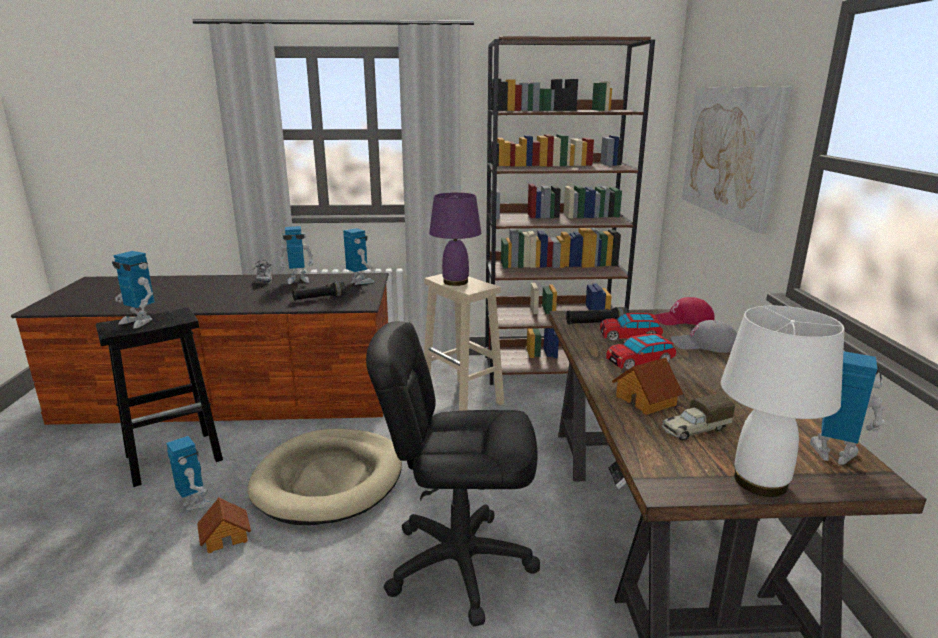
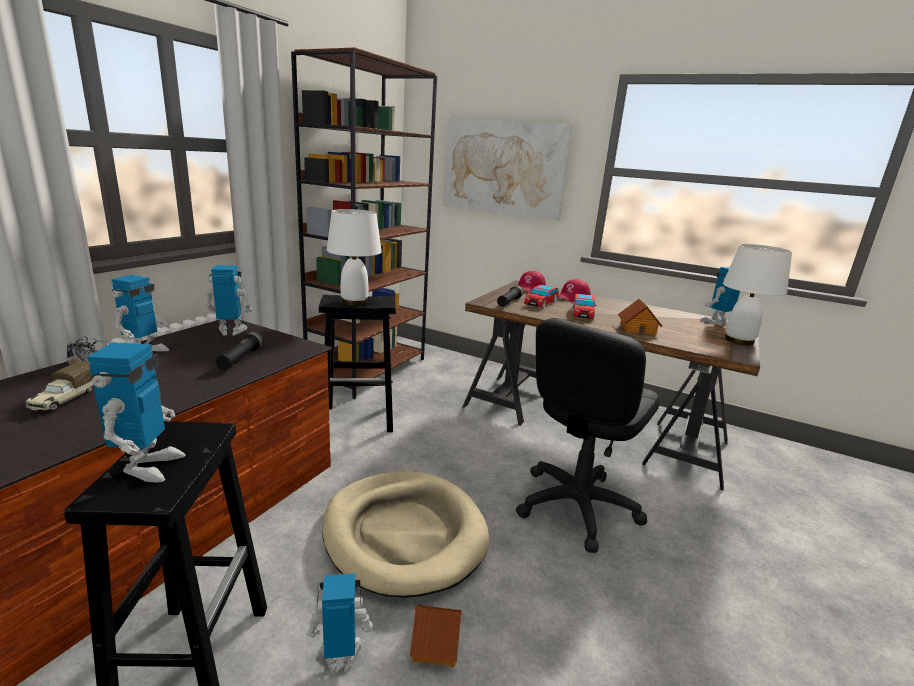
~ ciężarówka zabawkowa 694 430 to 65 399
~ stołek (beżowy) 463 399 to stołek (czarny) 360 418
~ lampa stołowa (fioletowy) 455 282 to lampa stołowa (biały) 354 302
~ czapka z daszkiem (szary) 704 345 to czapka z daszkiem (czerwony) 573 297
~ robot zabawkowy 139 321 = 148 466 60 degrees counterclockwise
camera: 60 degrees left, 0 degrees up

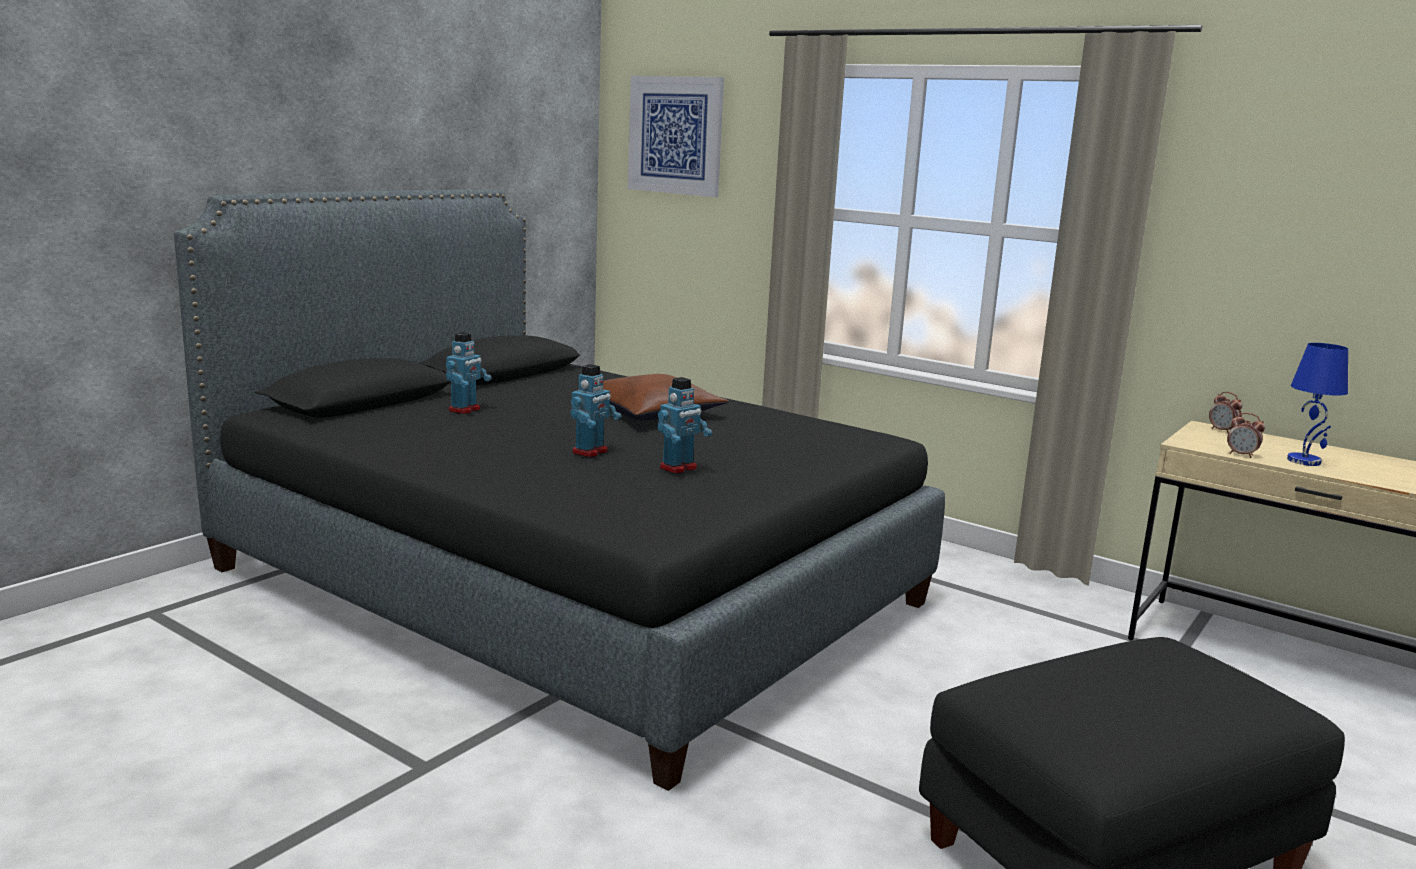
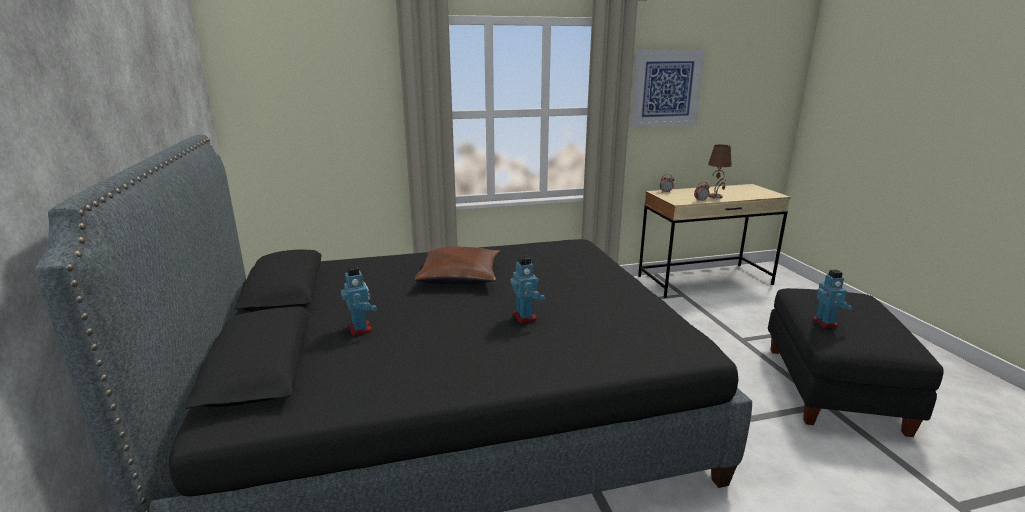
~ obraz 675 135 to 666 88
~ robot zabawkowy 679 468 to 825 323
~ lampa stołowa (niebieski) 1305 461 to lampa stołowa (brązowy) 715 196
camera: 50 degrees left, 5 degrees up

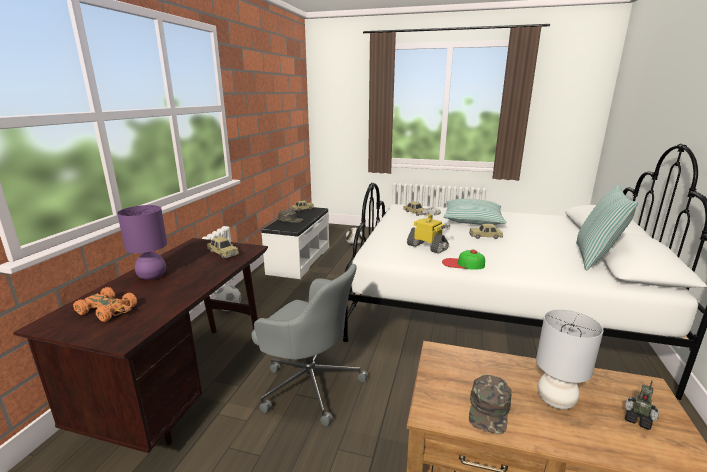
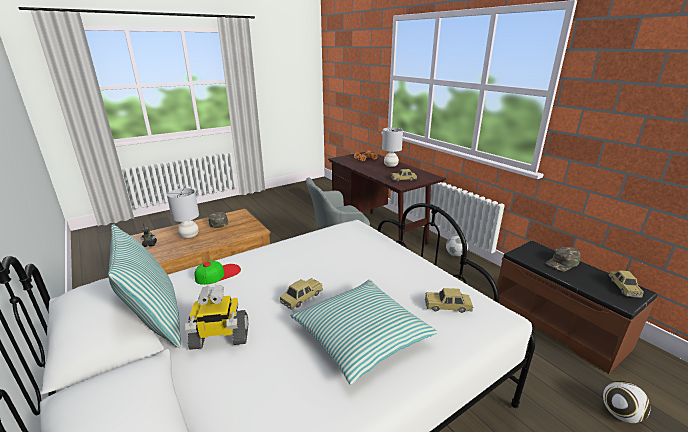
~ robot zabawkowy 428 247 to 219 338
~ czapka z daszkiem 463 264 to 218 274
~ lampa stołowa (fioletowy) 151 276 to lampa stołowa (szary) 391 165
~ ławka (biały) 299 260 to ławka (brązowy) 558 324
camera: 130 degrees right, 5 degrees up

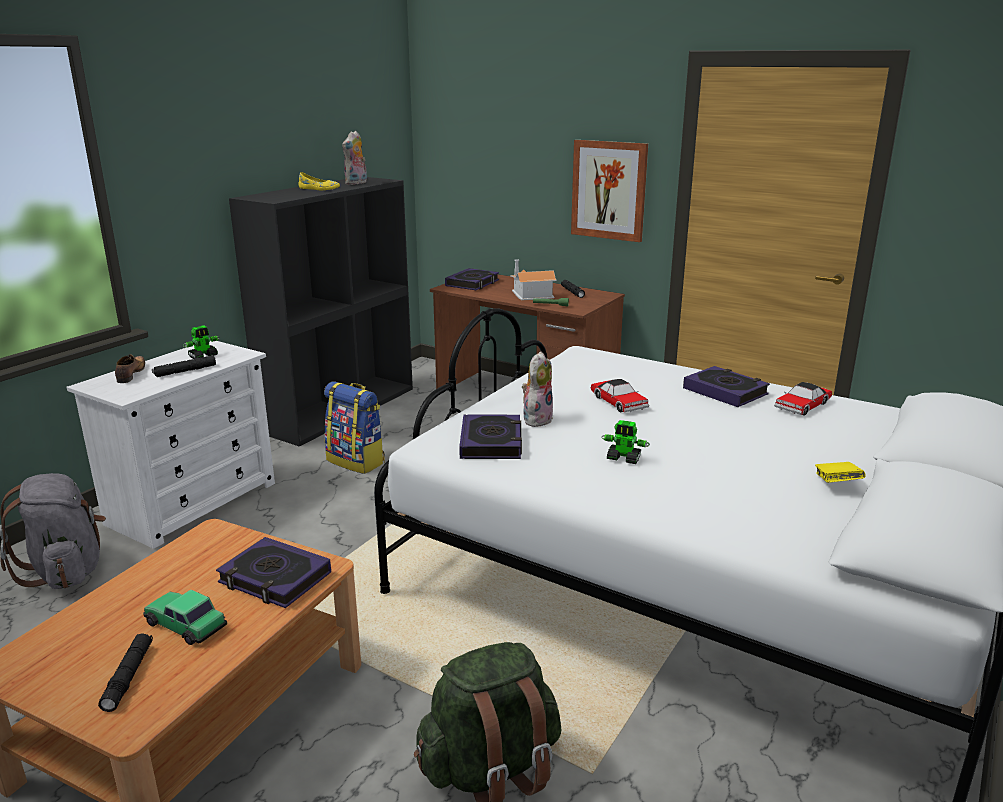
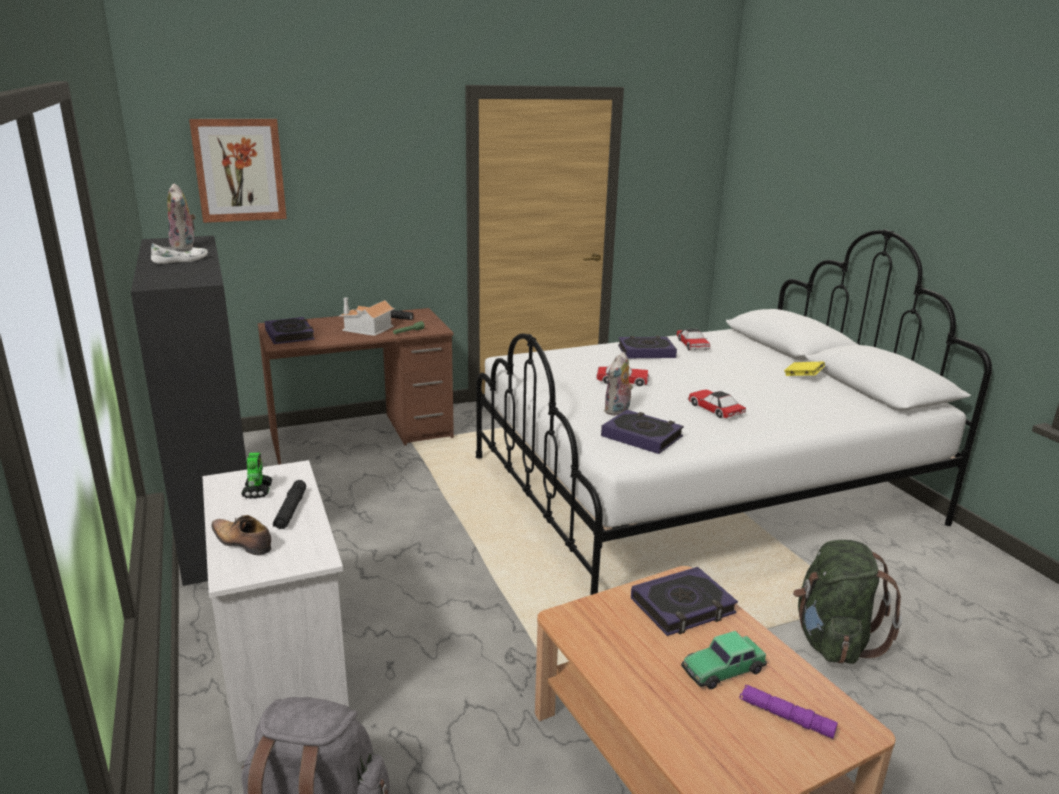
- plecak 357 461
~ obraz 609 190 to 239 170
~ robot zabawkowy 624 459 to samochodzik 715 409
~ latarka (czarny) 128 677 to latarka (fioletowy) 786 717
~ but (żółty) 319 189 to but (biały) 181 260
~ pluszak 536 419 = 618 411 120 degrees counterclockwise
camera: 55 degrees left, 0 degrees up

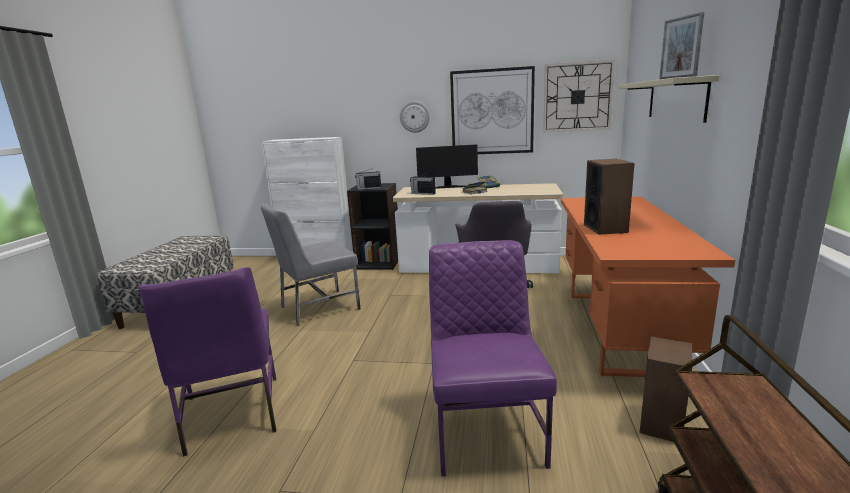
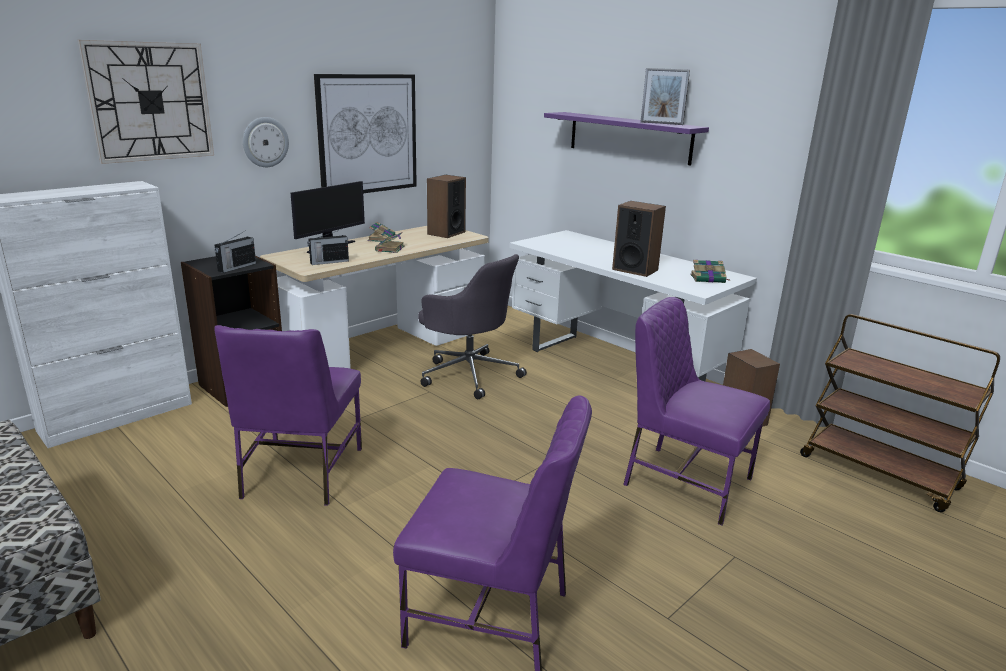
+ głośnik 446 233
+ książka 708 279
~ zegar ścienny 577 97 to 150 102
~ krzesło (szary) 318 308 to krzesło (fioletowy) 300 473
~ biurko (pomarańczowy) 617 330 to biurko (biały) 615 367
~ półka (beżowy) 675 99 to półka (fioletowy) 629 137
camera: 55 degrees left, 5 degrees up

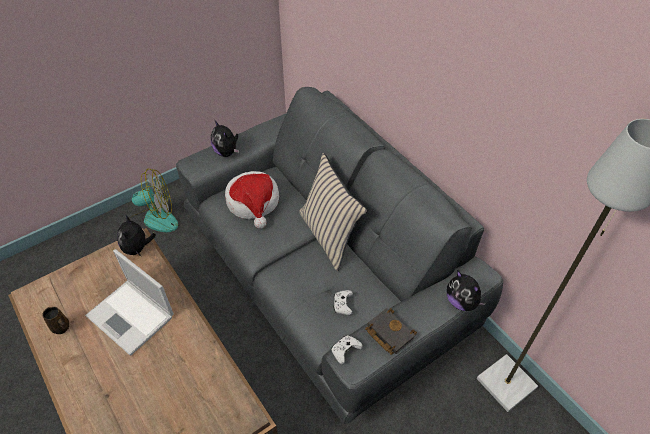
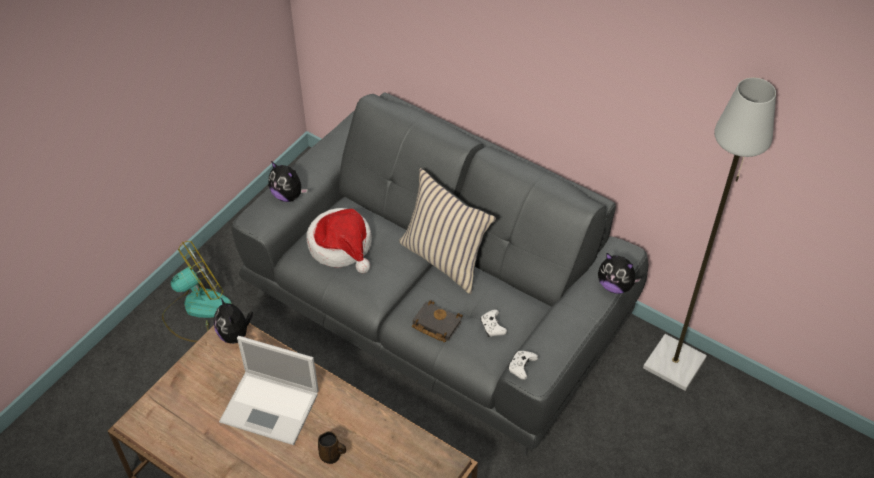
~ kubek (brązowy) 61 328 to 331 456
~ książka (czarny) 388 333 to 435 324
camera: 20 degrees left, 0 degrees up

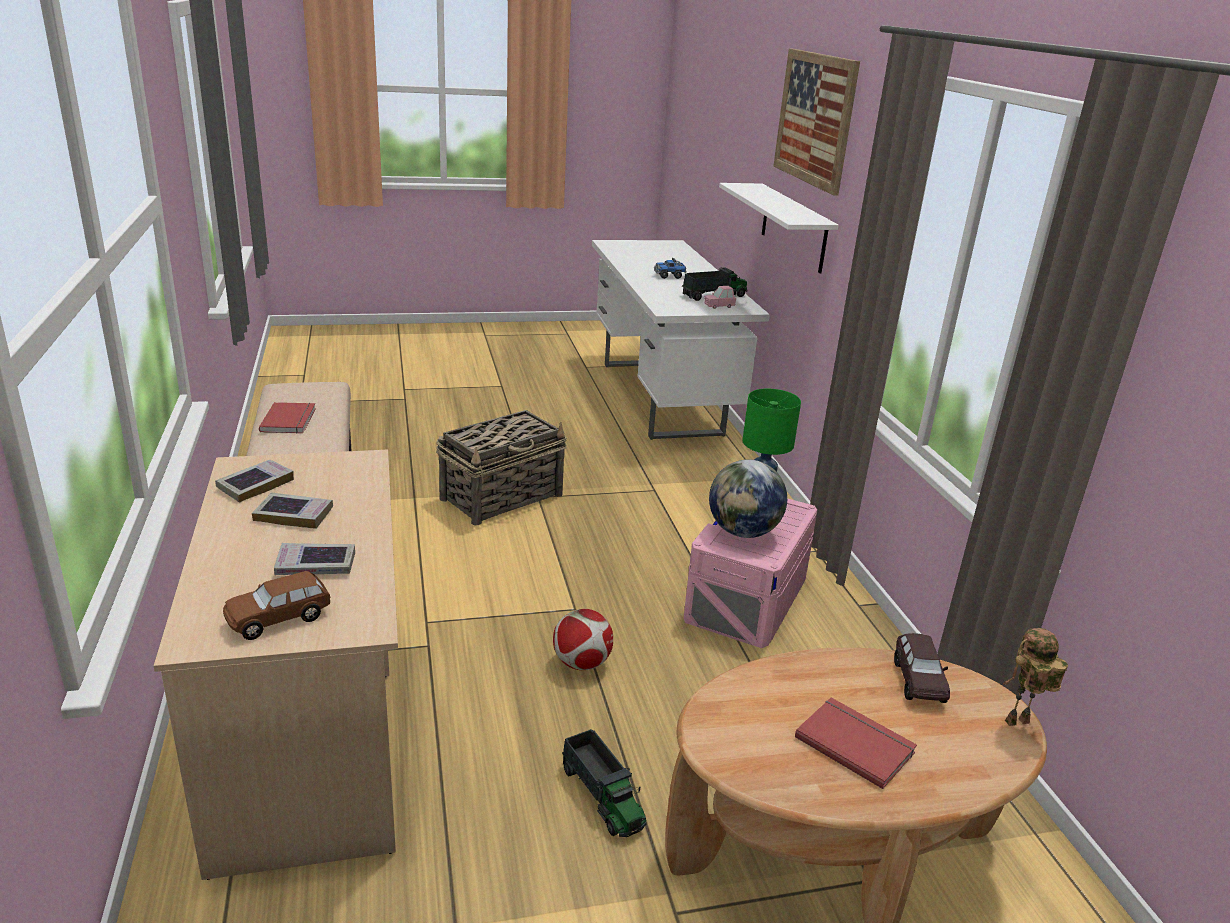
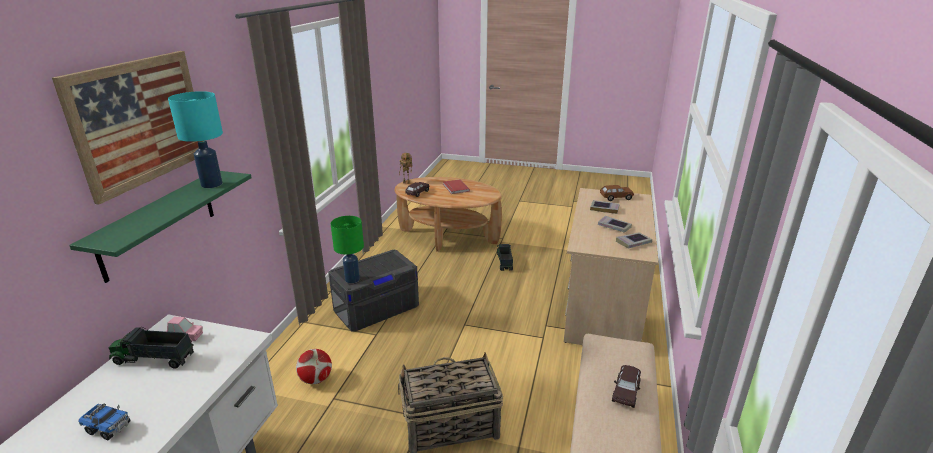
- globus 743 532
+ lampa stołowa (turkusowy) 212 184
~ piłka futbolowa 582 663 to 316 379
~ książka (czerwony) 290 420 to samochodzik (brązowy) 626 392
~ pojemnik do przechowywania (różowy) 746 598 to pojemnik do przechowywania (szary) 376 307
~ półka (biały) 793 227 to półka (zielony) 158 224
camera: 150 degrees left, 0 degrees up

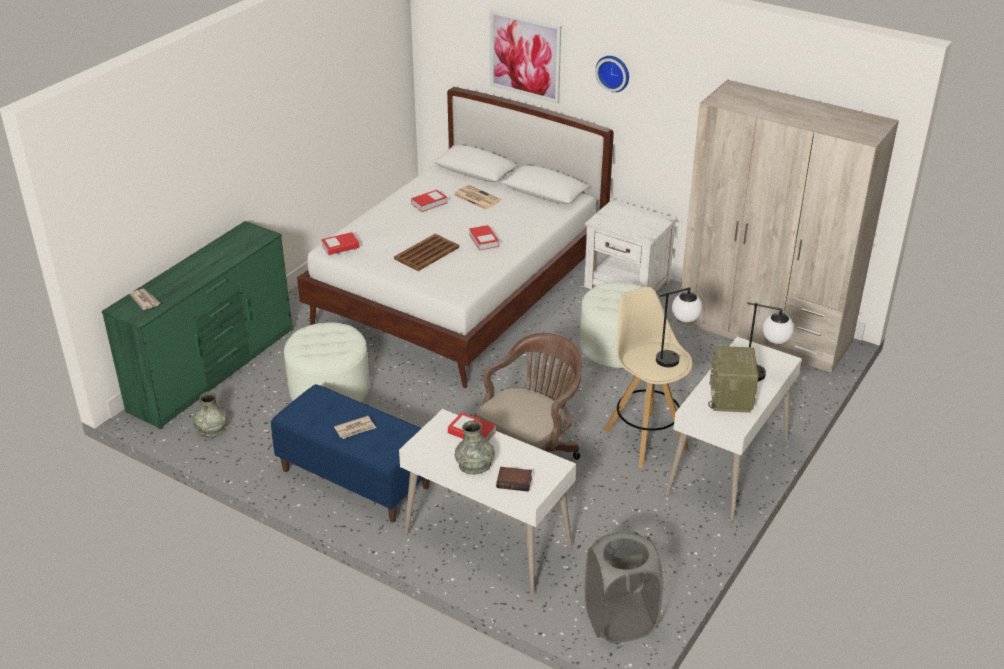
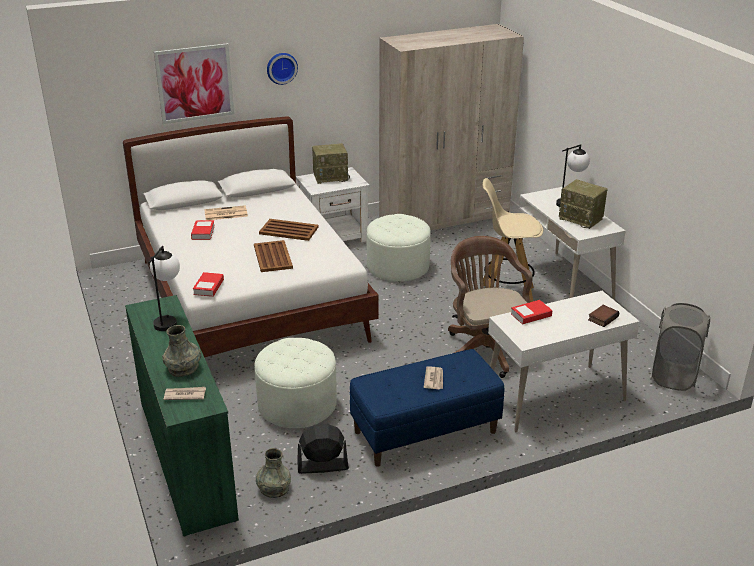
+ wentylator (czarny) 322 466
+ radio 331 177
~ wazon (szary) 475 465 to 183 368
~ lampa stołowa 675 357 to 168 319
~ książka 484 240 to taca (brązowy) 289 230
camera: 55 degrees left, 5 degrees down

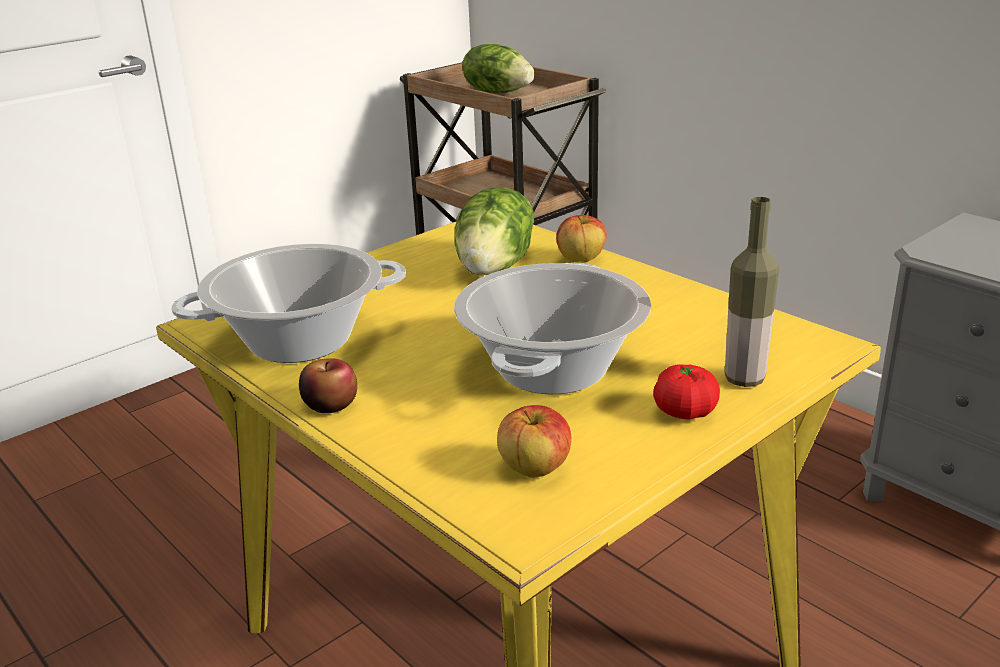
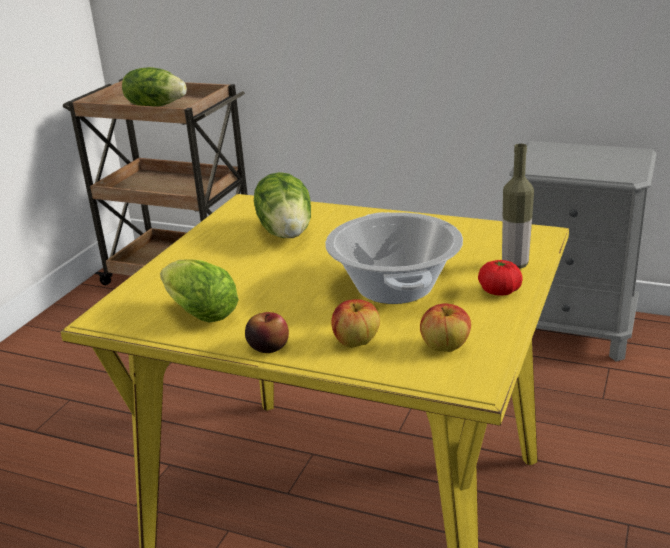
~ jabłko 581 259 to 356 342
~ garnek 300 341 to sałata 197 313
camera: 25 degrees left, 0 degrees up

